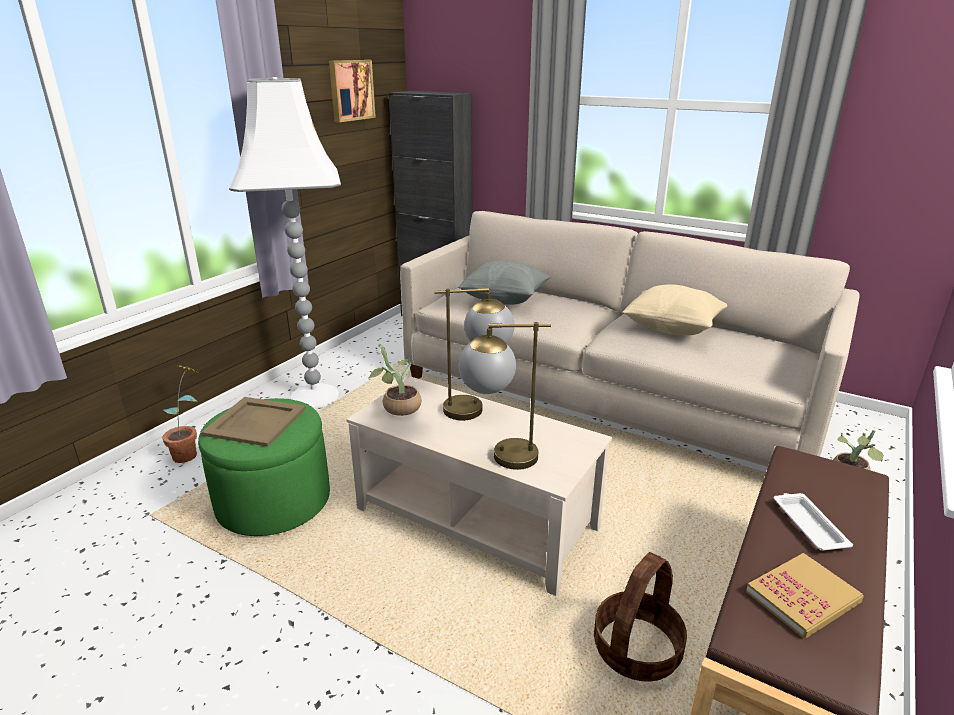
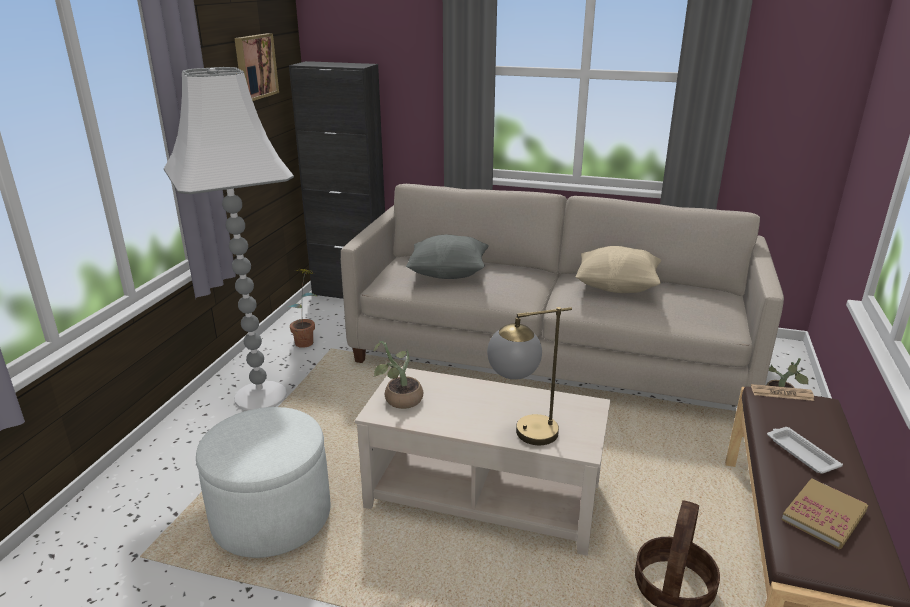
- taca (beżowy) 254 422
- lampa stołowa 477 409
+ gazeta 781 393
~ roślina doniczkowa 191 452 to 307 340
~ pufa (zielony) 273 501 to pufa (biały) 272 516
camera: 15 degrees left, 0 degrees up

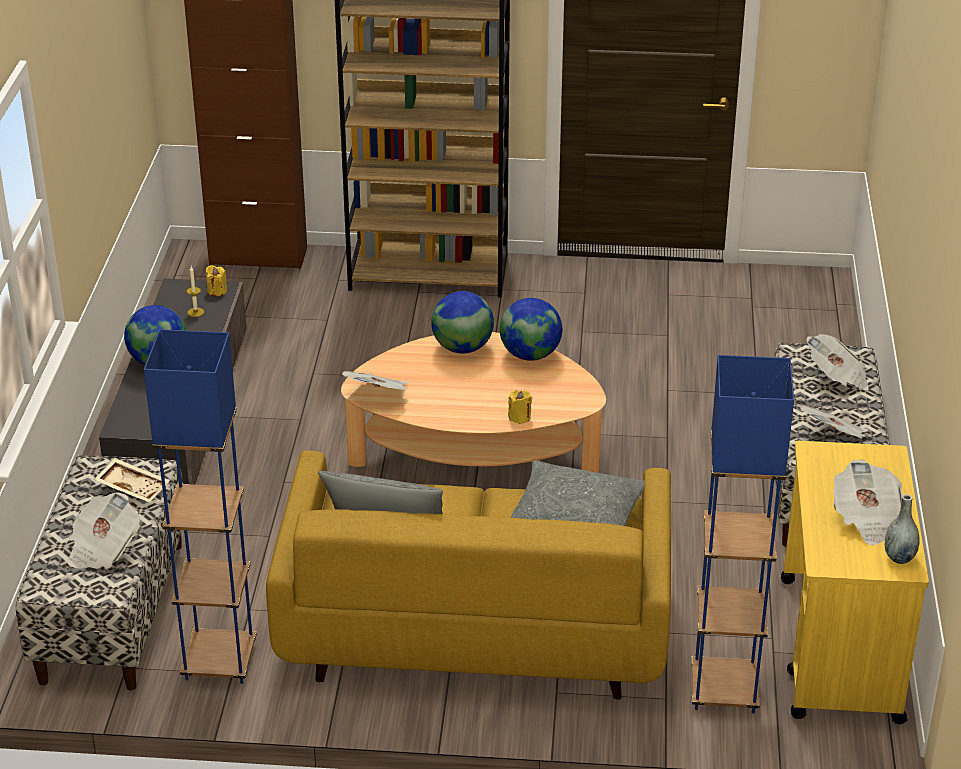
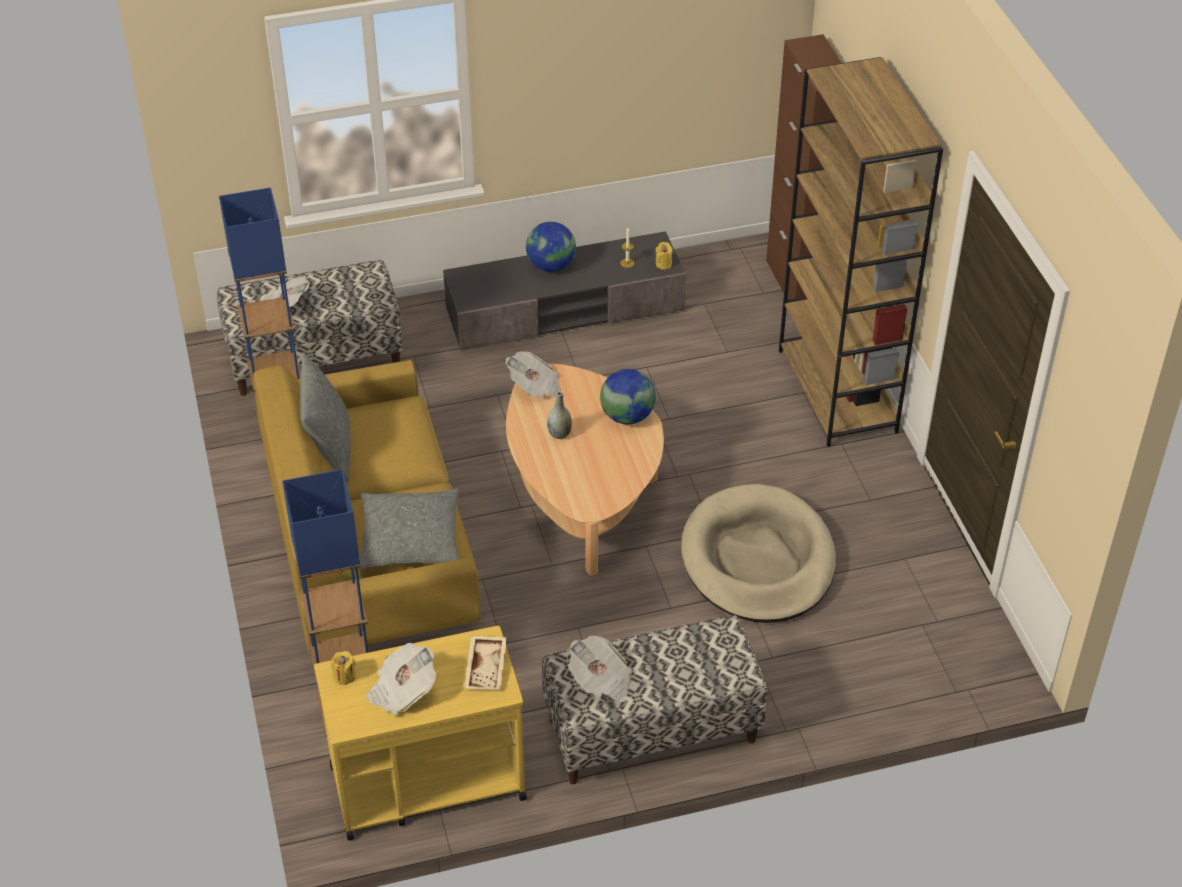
- globus 530 355
- gazeta 837 377
+ legowisko (beżowy) 758 560
~ taca (beżowy) 133 487 to 487 668
~ świeca (żółty) 519 417 to 344 676
~ wazon (szary) 899 557 to 559 434
camera: 70 degrees right, 10 degrees up

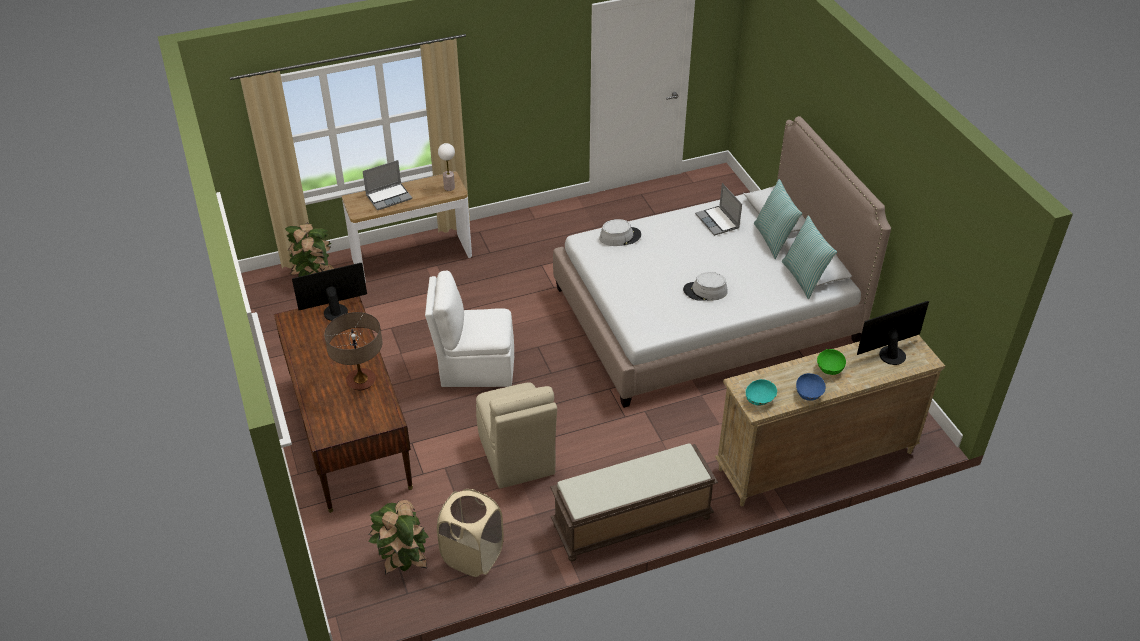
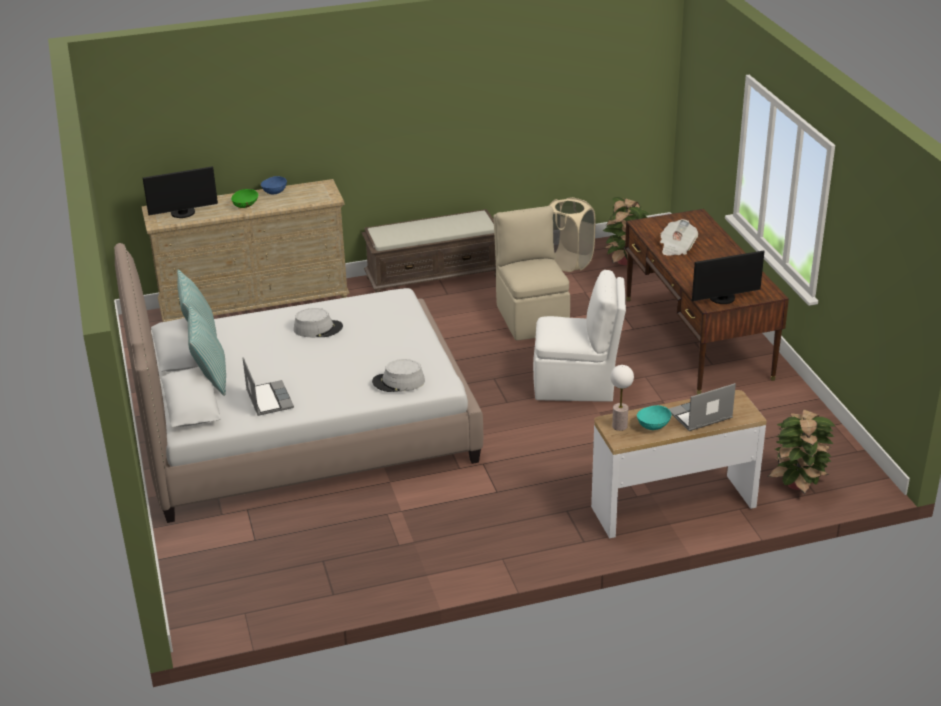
~ miska (turkusowy) 760 400 to 653 425
~ lampa stołowa 361 381 to gazeta 676 247
camera: 175 degrees left, 10 degrees down

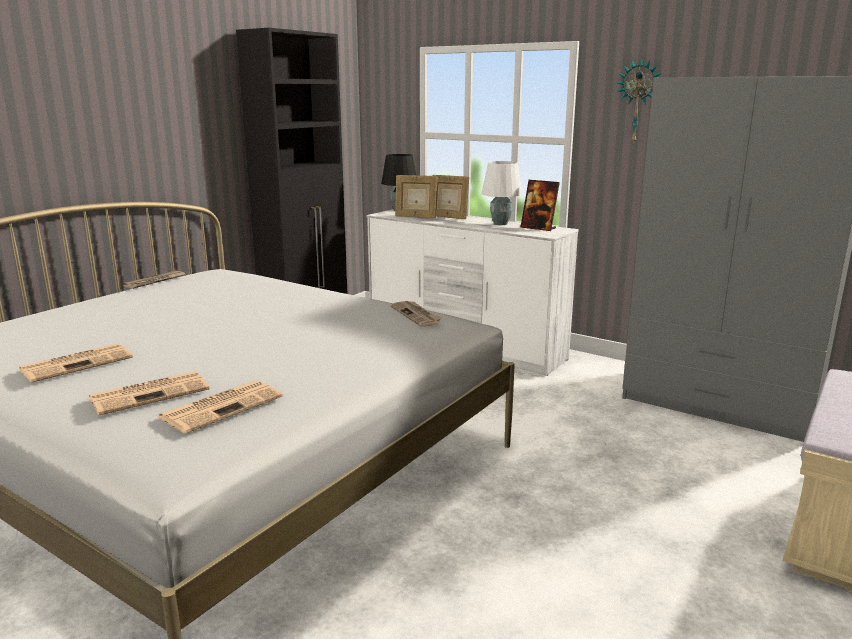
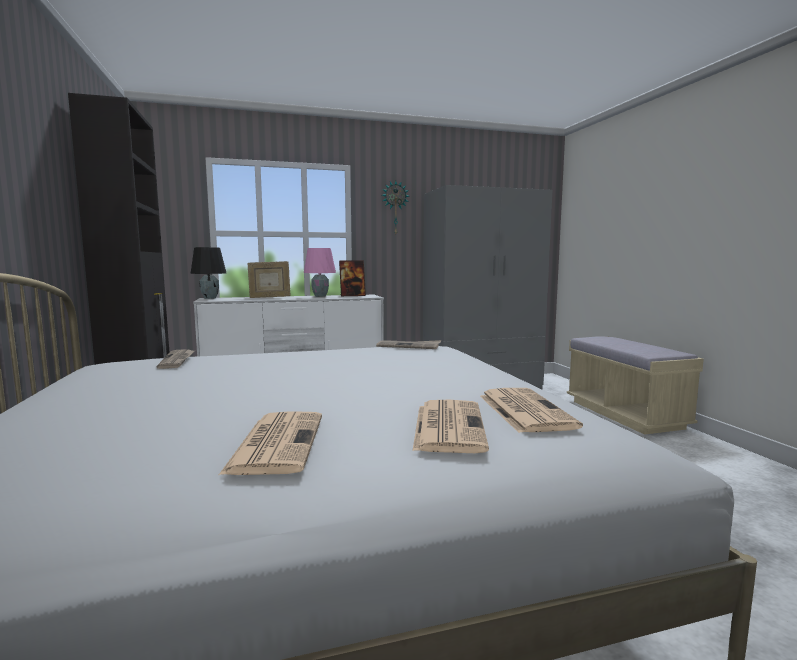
- ramka na zdjęcie 415 217
~ gazeta 155 281 to 177 360
~ lampa stołowa (biały) 501 224 to lampa stołowa (różowy) 320 296
camera: 50 degrees left, 10 degrees down

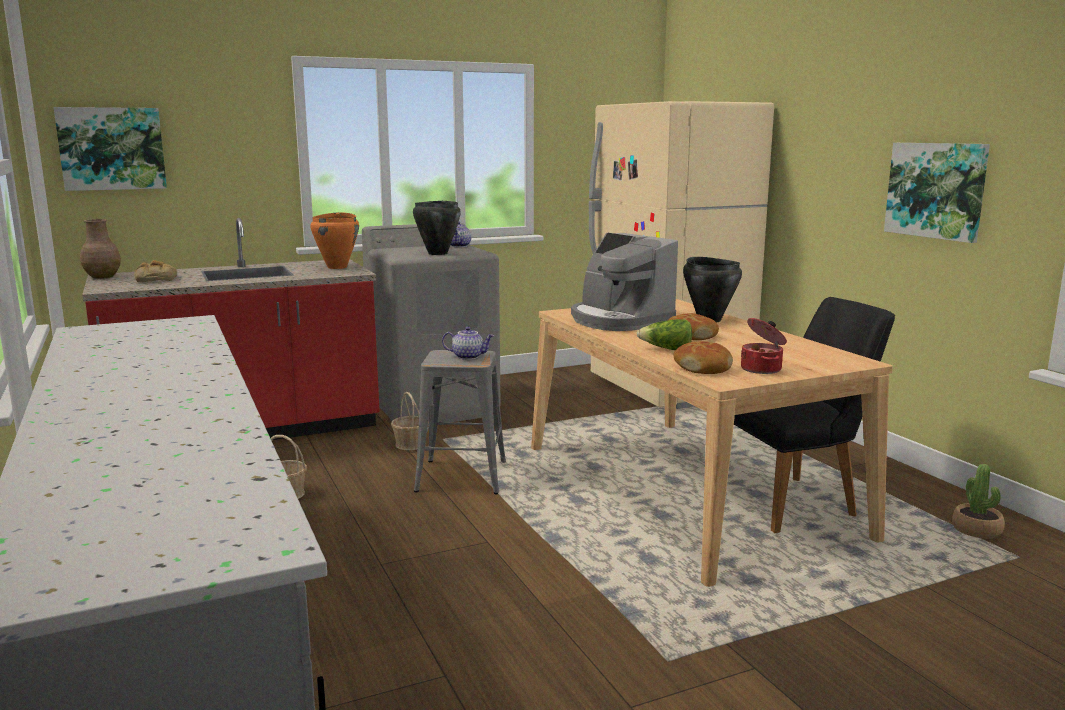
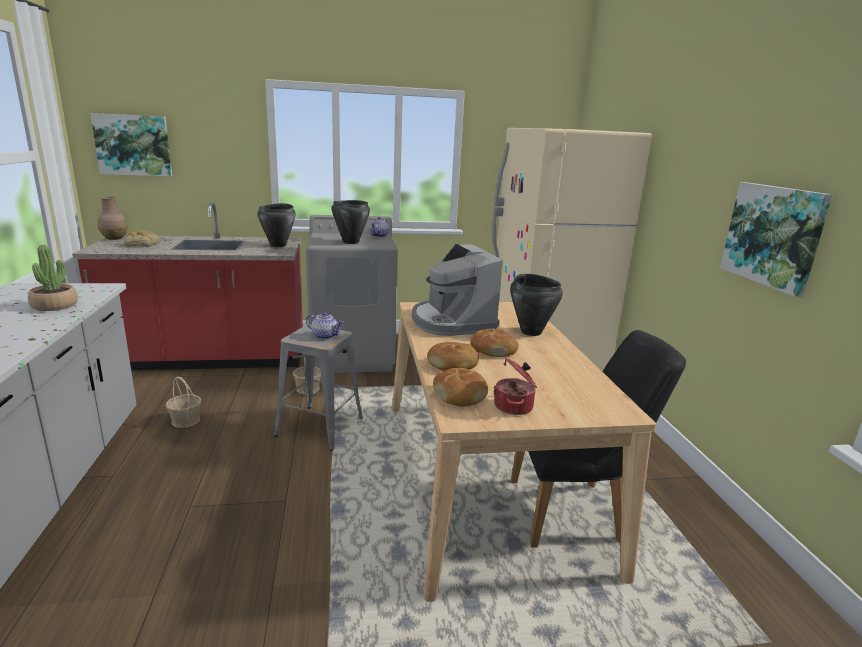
~ roślina doniczkowa 976 530 to 55 306
~ sałata 667 349 to chleb 453 365
~ garnek (pomarańczowy) 337 267 to garnek (czarny) 278 245
camera: 15 degrees right, 5 degrees up

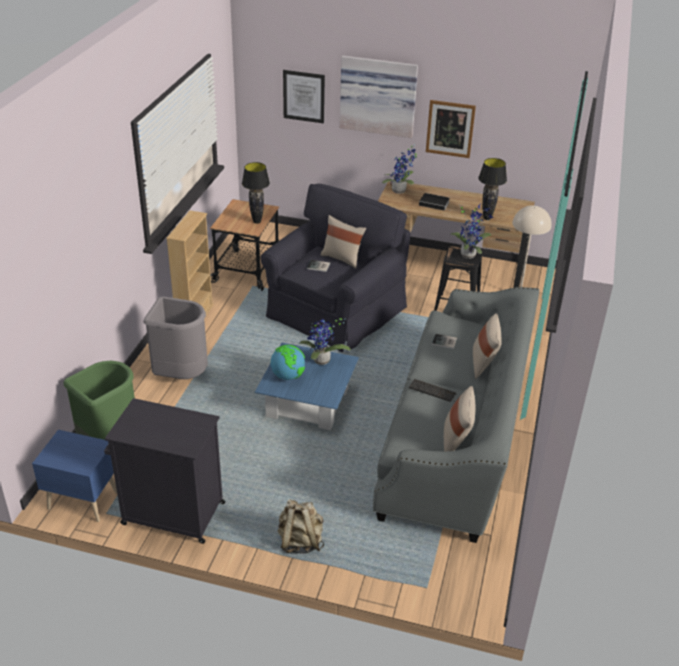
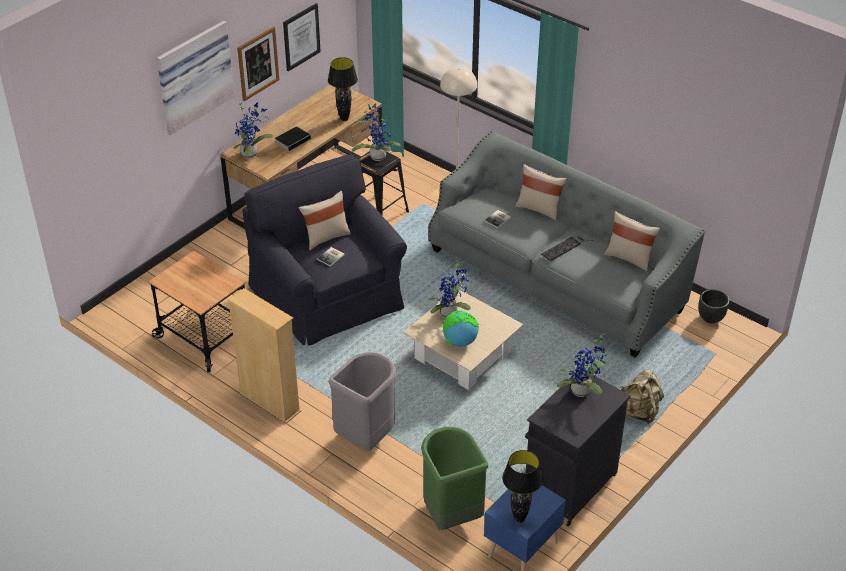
+ roślina doniczkowa 583 392
+ donica (czarny) 710 318
~ lampa stołowa (czarny) 257 222 to 519 518
~ obraz 304 96 to 301 37
~ ława (niebieski) 307 402 to ława (beżowy) 462 355
camera: 65 degrees left, 5 degrees up

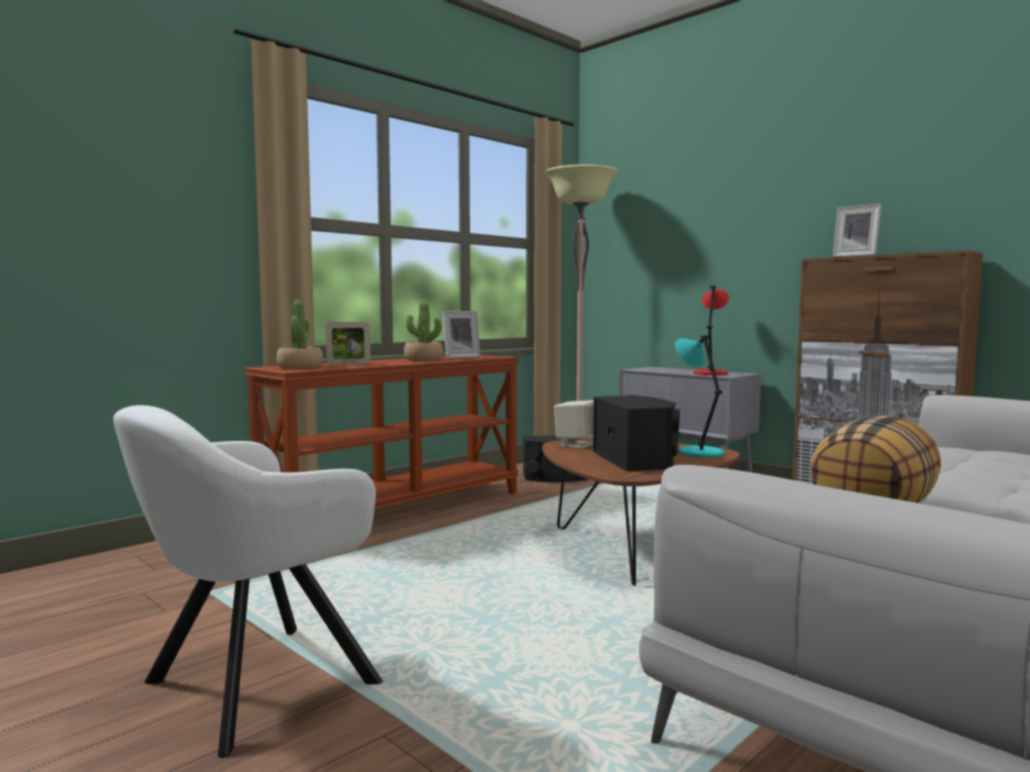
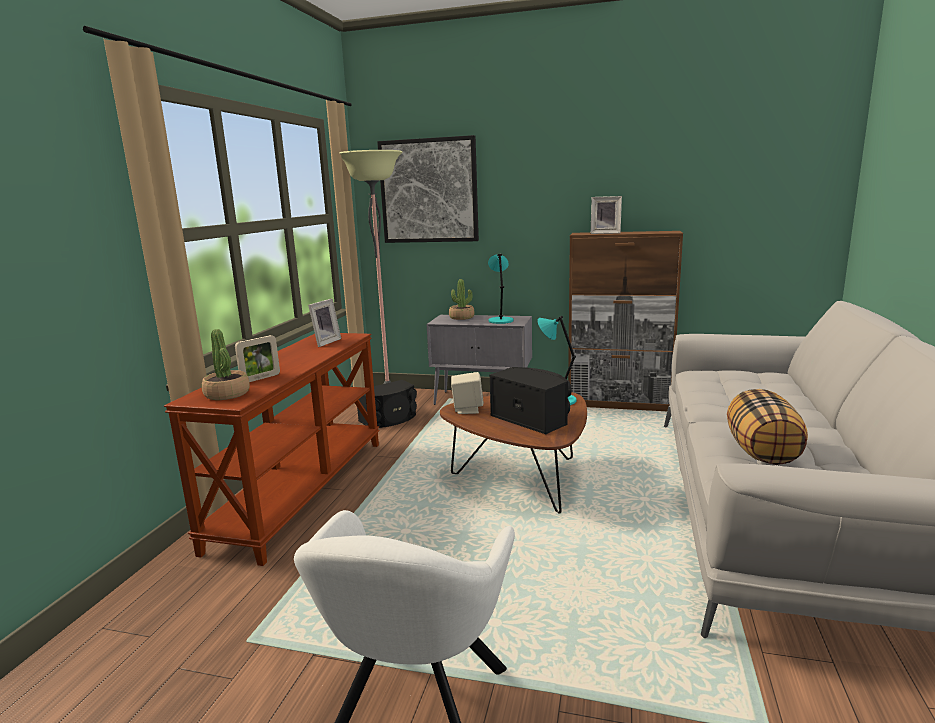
+ obraz 429 191
~ roślina doniczkowa 423 359 to 461 317
~ lampa stołowa (czerwony) 710 373 to lampa stołowa (turkusowy) 500 320
camera: 30 degrees left, 10 degrees up

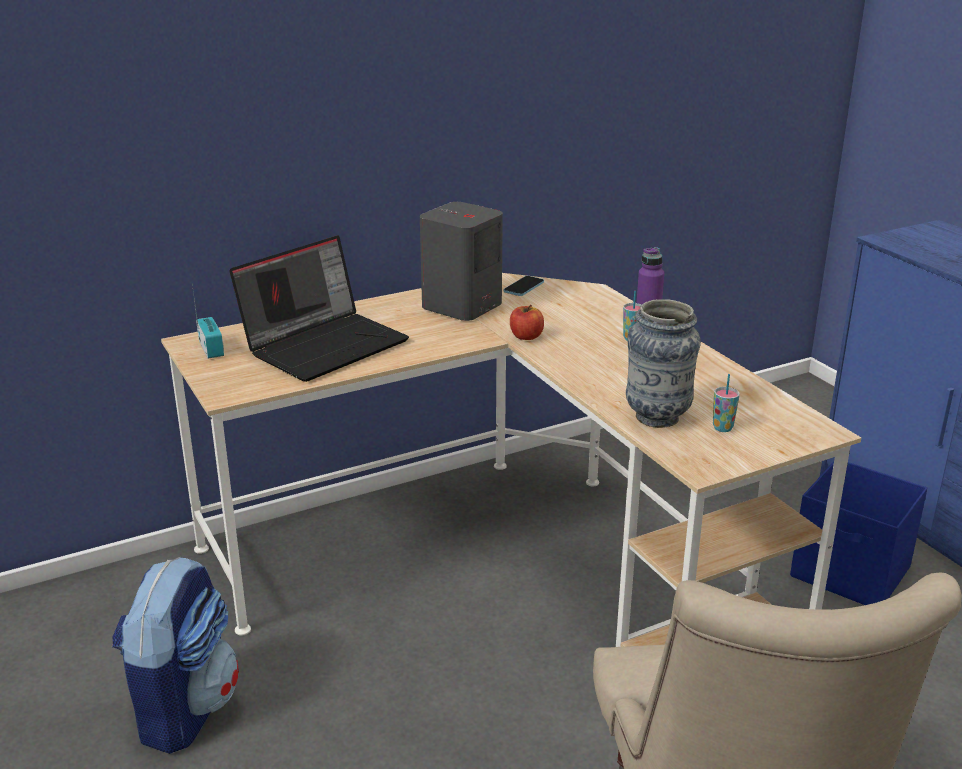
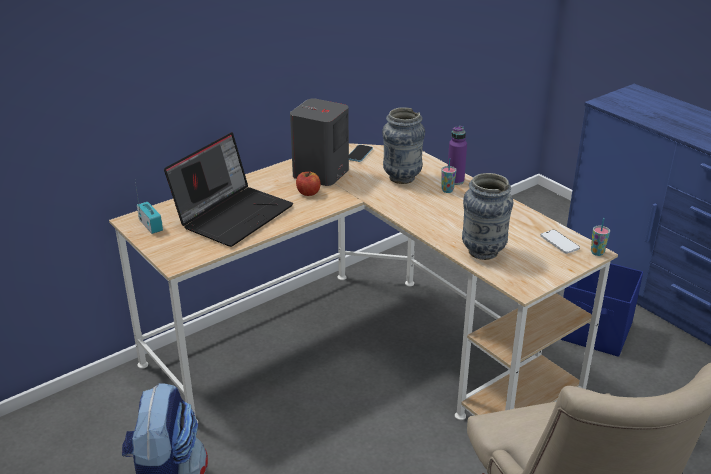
+ wazon 402 178
+ telefon 559 243
~ jabłko 526 336 to 308 193
~ filiżanka 722 428 to 597 253
camera: 10 degrees left, 5 degrees up

